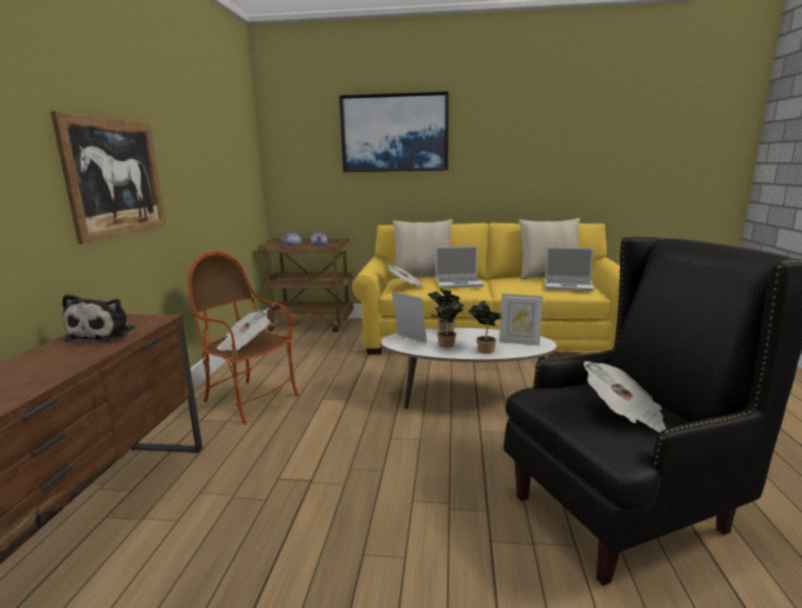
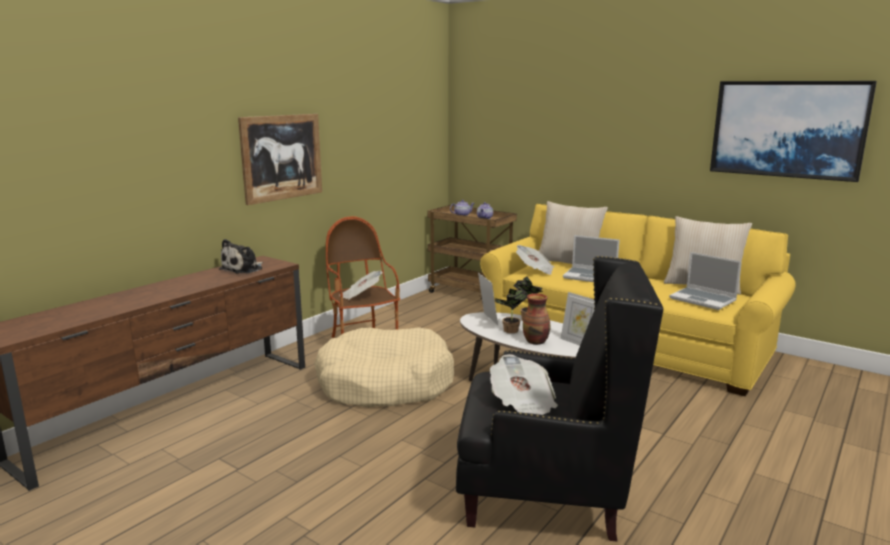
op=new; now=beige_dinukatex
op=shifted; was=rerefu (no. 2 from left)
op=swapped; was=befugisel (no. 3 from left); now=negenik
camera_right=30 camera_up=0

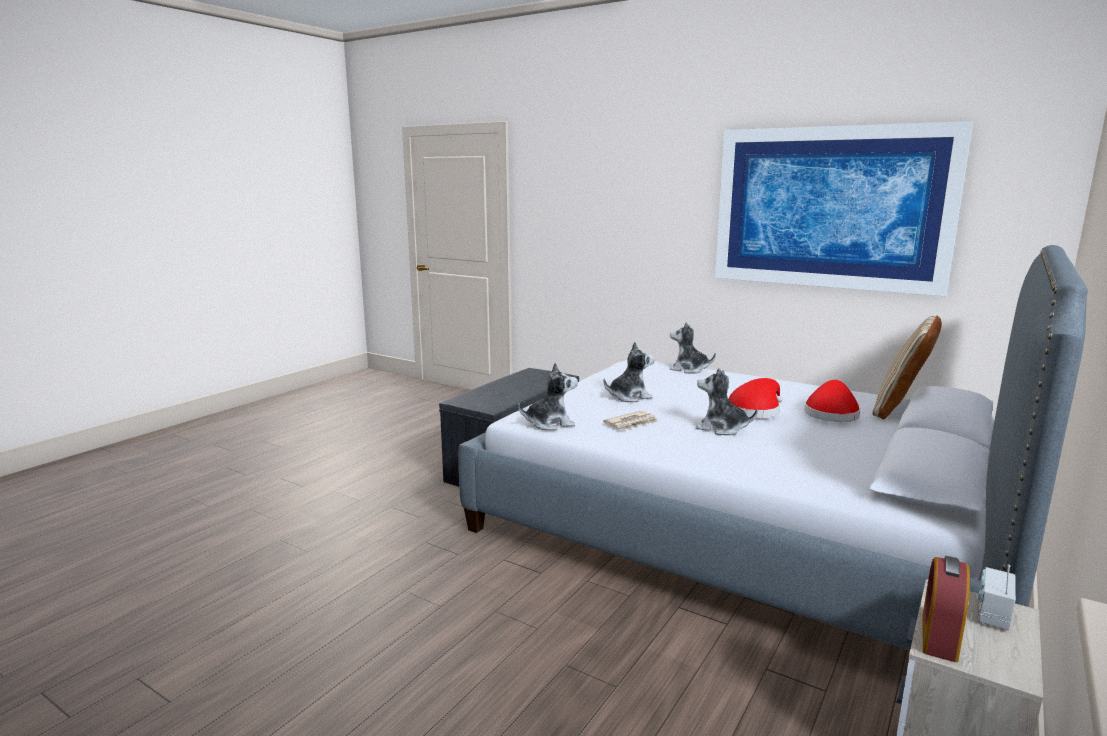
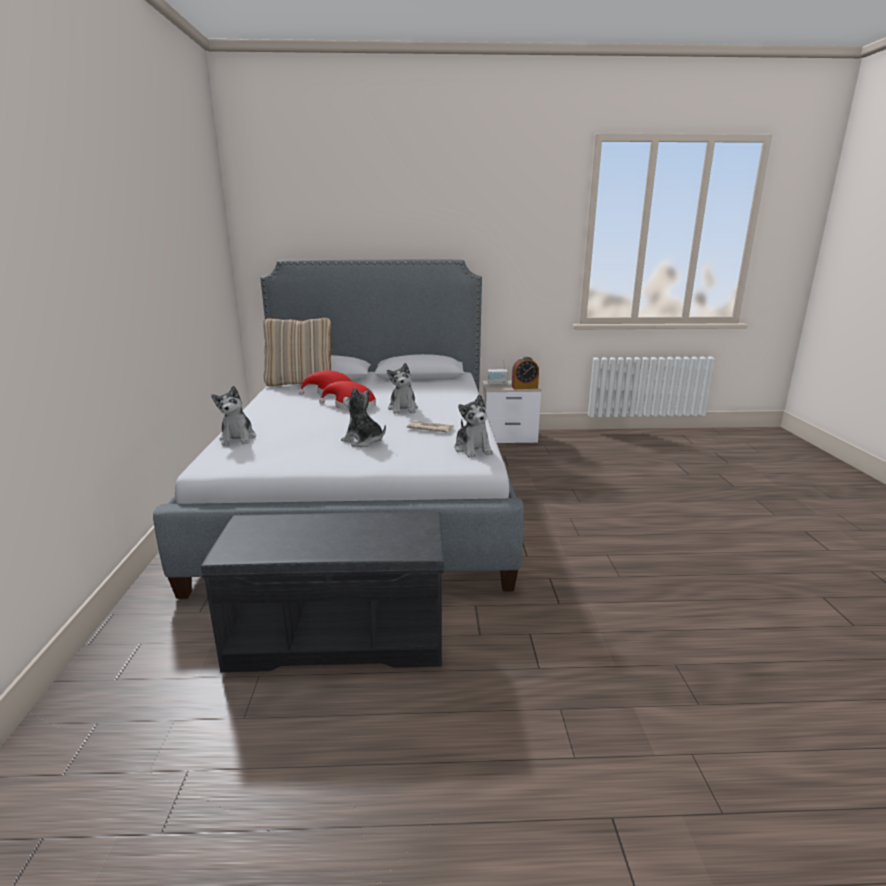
op=gone; was=rerefu
op=rotated; was=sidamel (no. 1 from left in the first image); clockwise=-150
camera_right=-125 camera_up=5

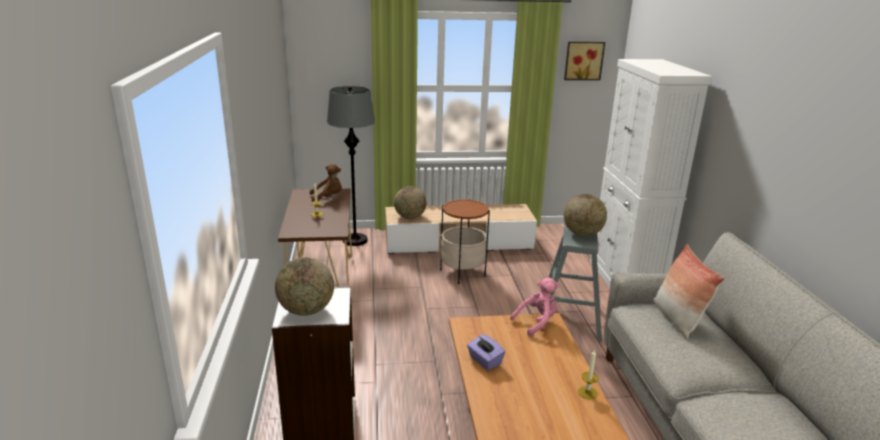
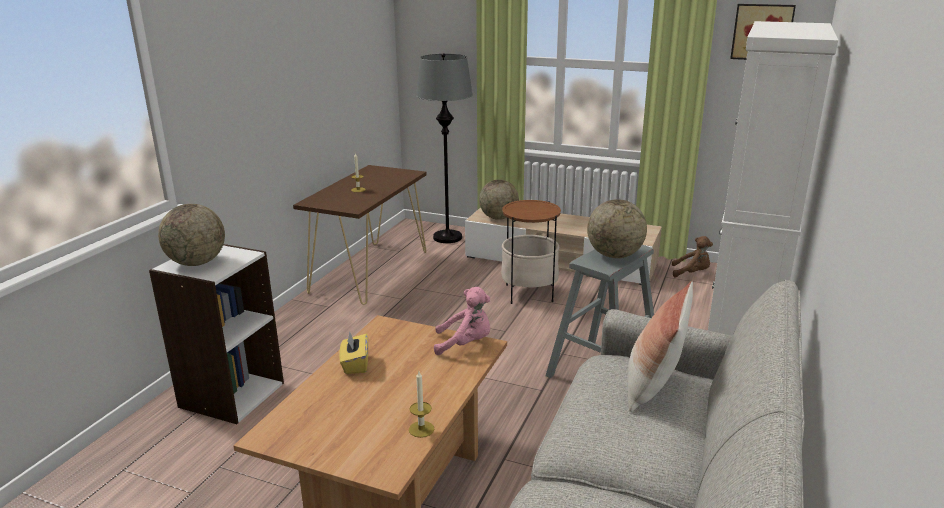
op=shifted; was=brown_sidamel
op=repainted; was=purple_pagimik; now=yellow_pagimik
camera_right=30 camera_up=0

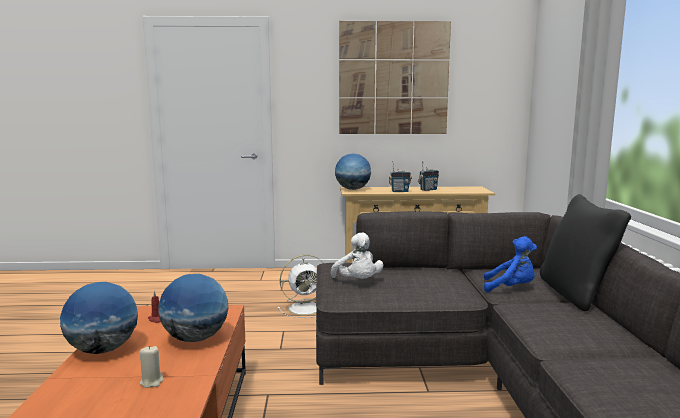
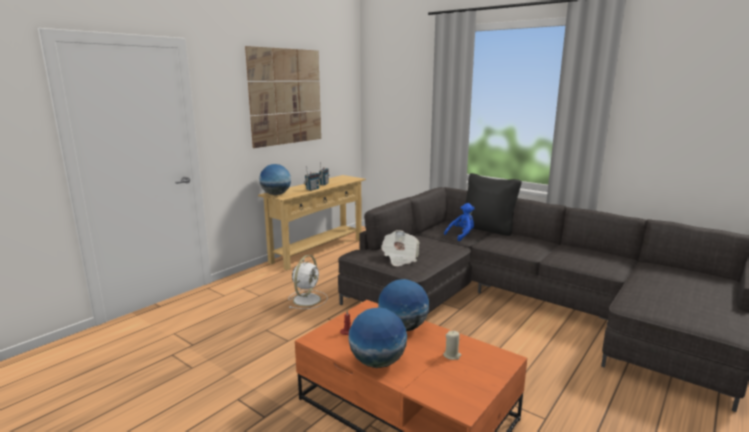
op=swapped; was=white_sidamel; now=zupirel
camera_right=-50 camera_up=5

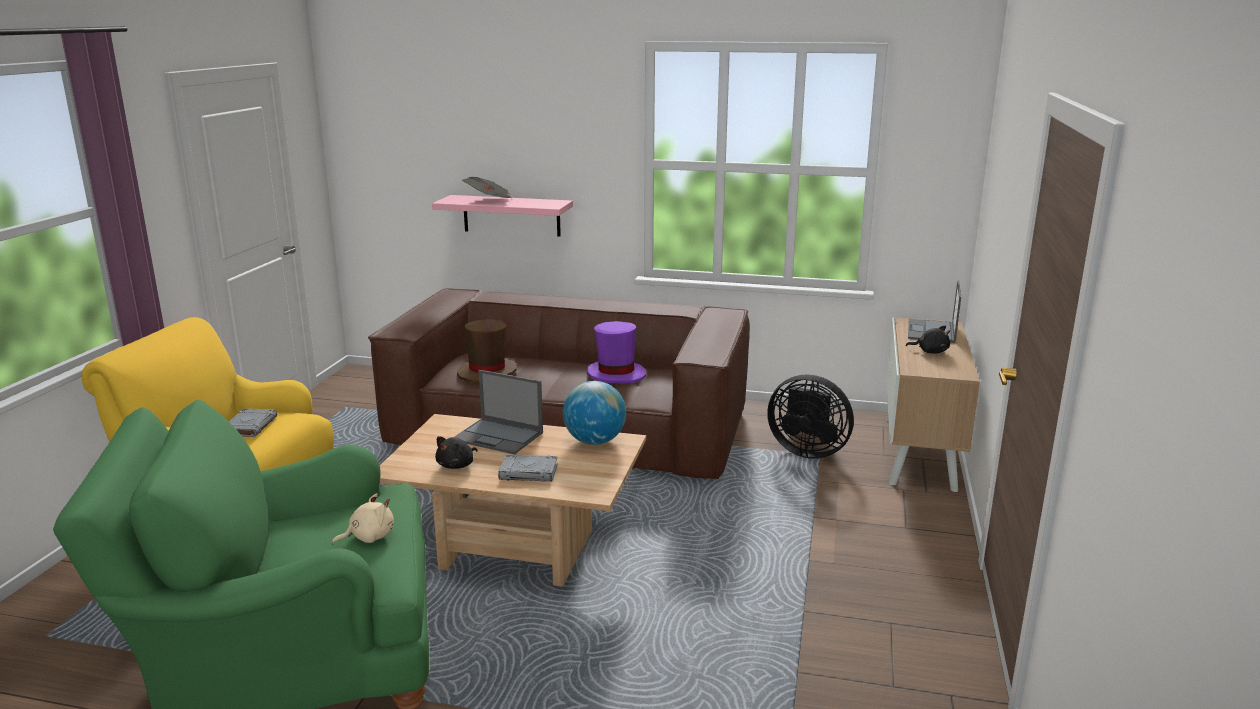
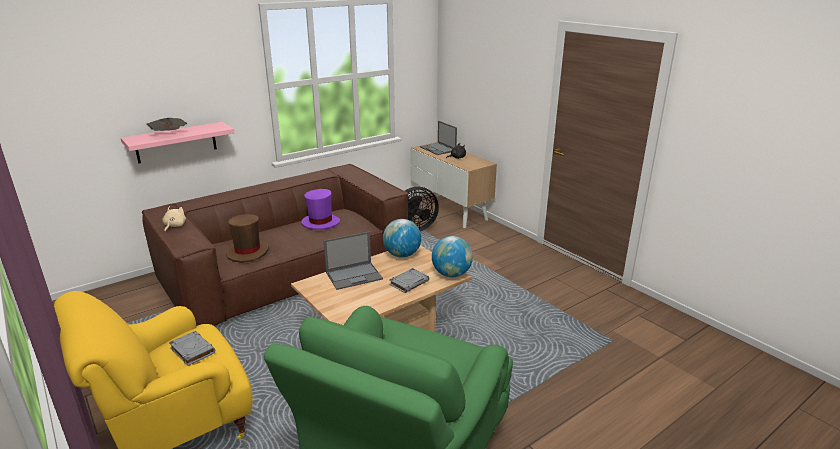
op=gone; was=black_sidamel (no. 1 from left)
op=new; now=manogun (no. 2 from left)
op=shifted; was=beige_sidamel
camera_right=-50 camera_up=5

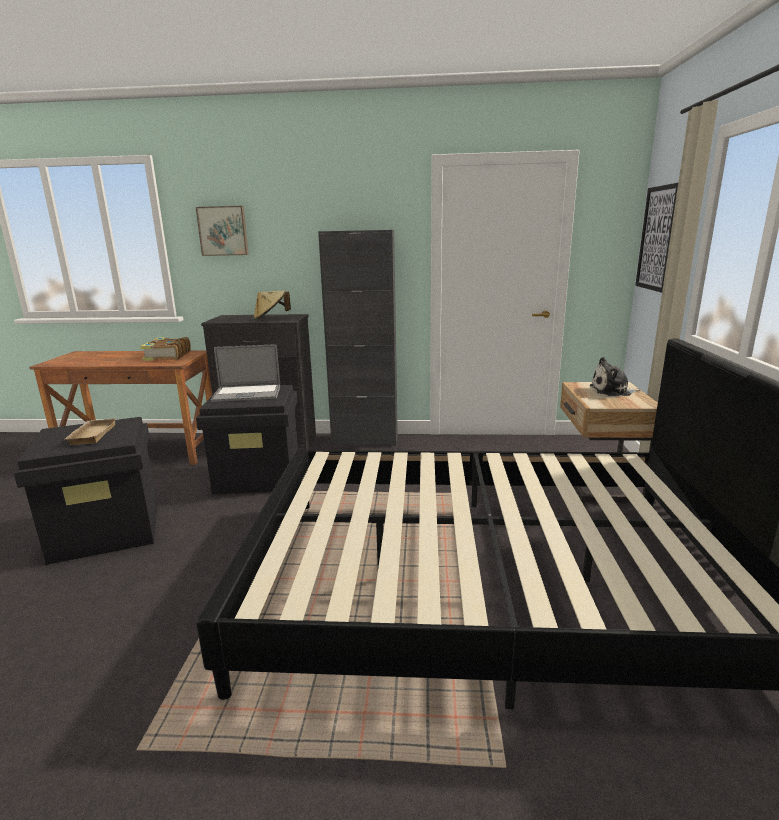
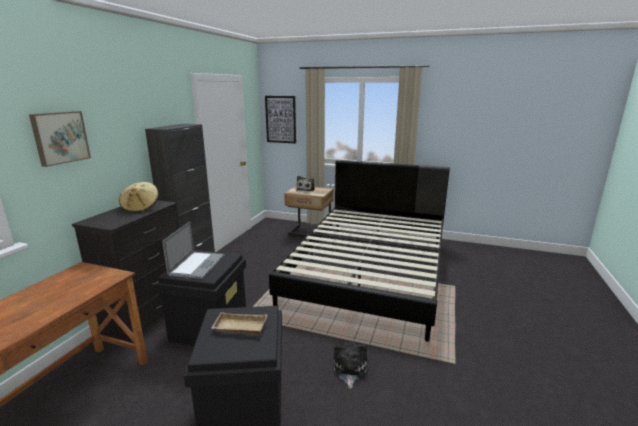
op=gone; was=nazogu
op=new; now=sidamel (no. 2 from left)
camera_right=-75 camera_up=0

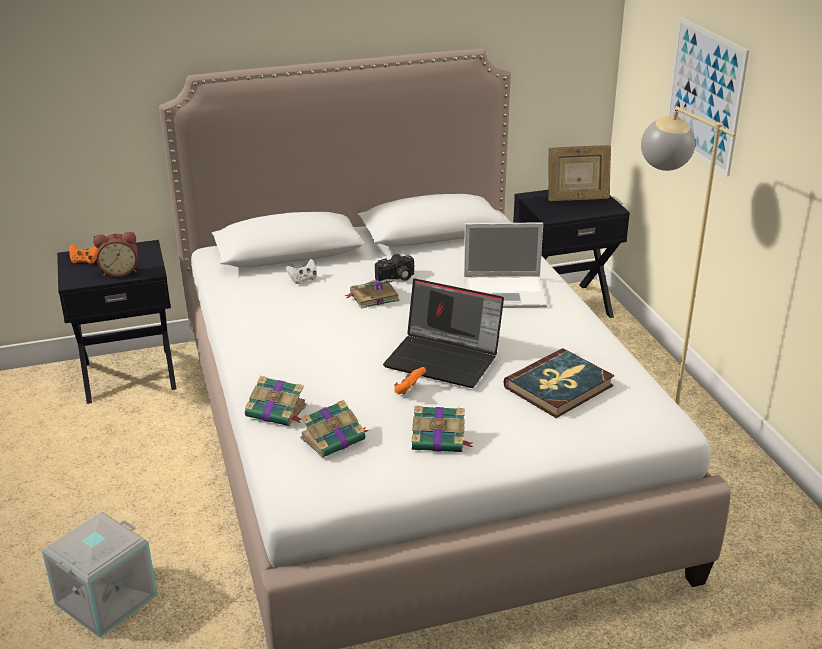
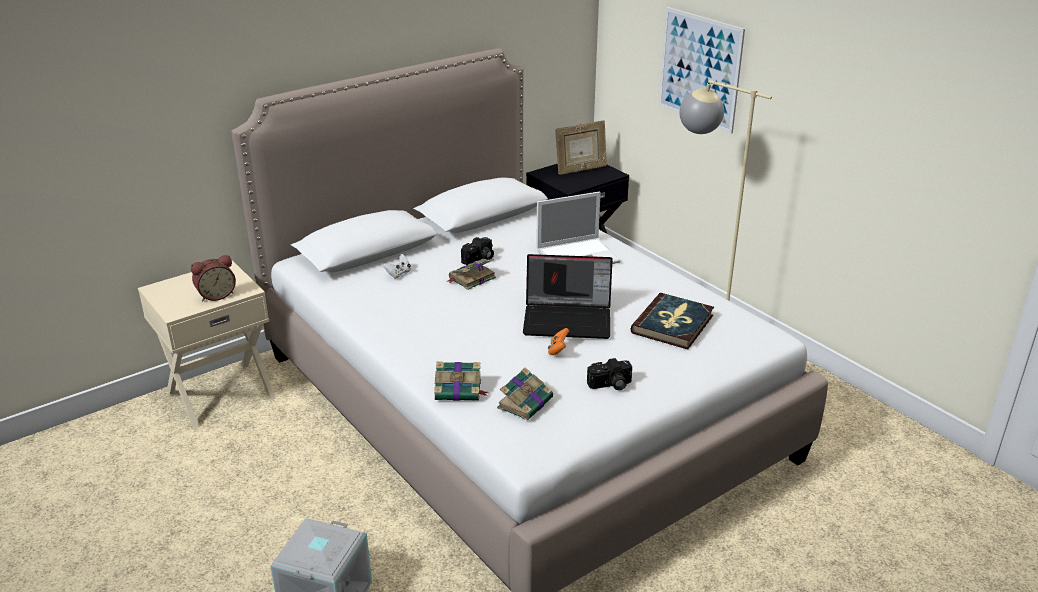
op=gone; was=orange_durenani (no. 1 from left)
op=swapped; was=nazogu (no. 4 from left); now=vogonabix (no. 2 from left)
op=repainted; was=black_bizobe (no. 1 from left); now=beige_bizobe
camera_right=-20 camera_up=0

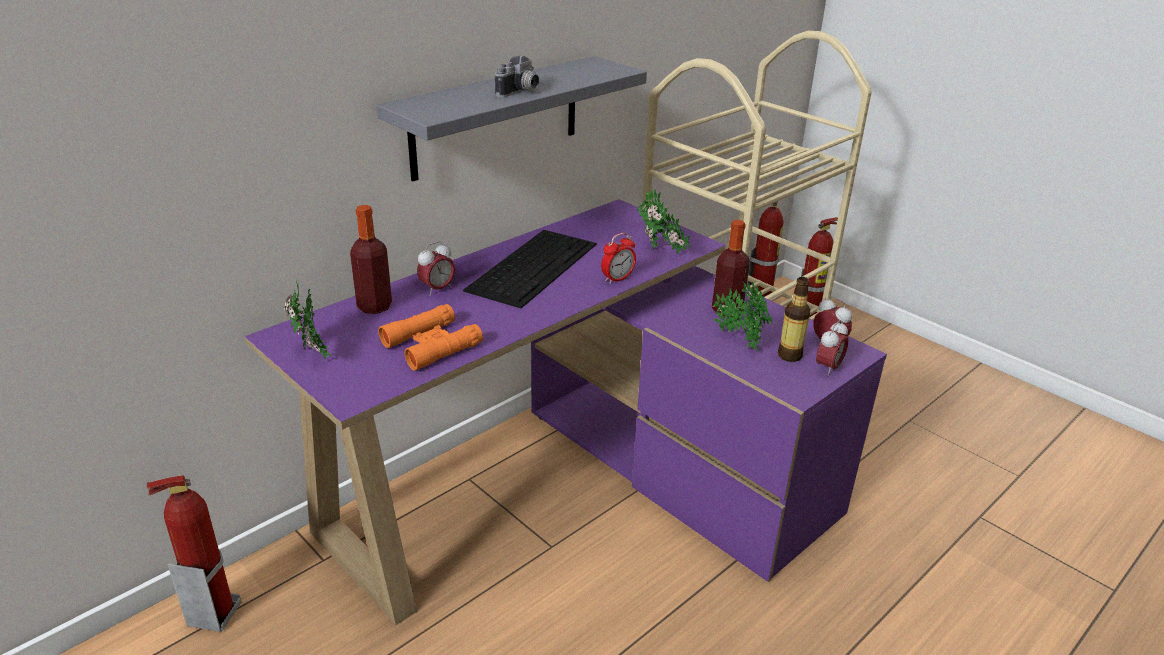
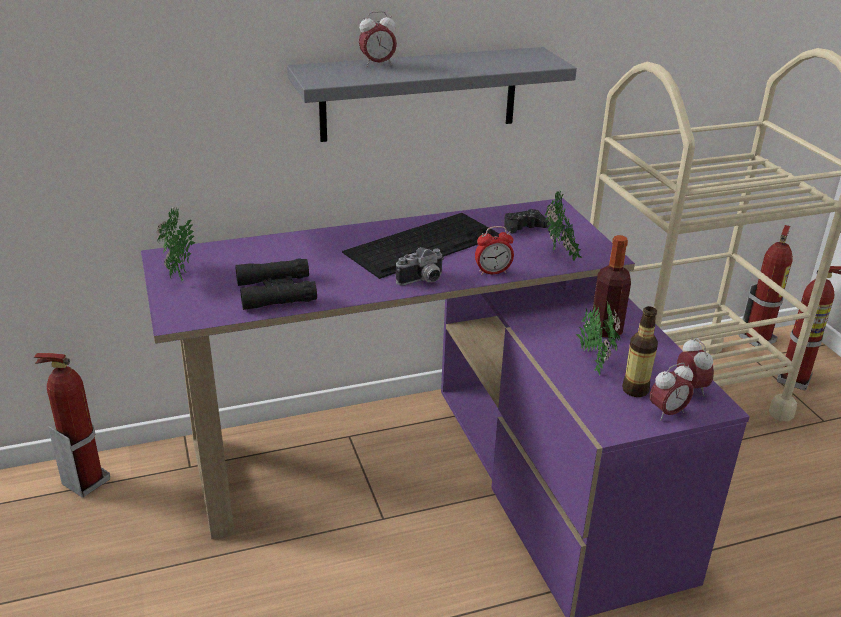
op=gone; was=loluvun (no. 1 from left)
op=new; now=black_durenani
op=shifted; was=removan (no. 1 from left)
op=shifted; was=vogonabix
op=repainted; was=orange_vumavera; now=black_vumavera
camera_right=25 camera_up=0

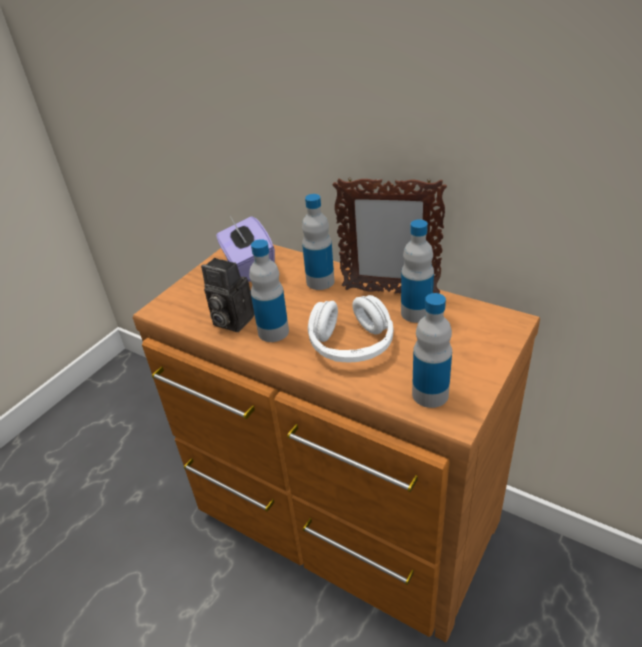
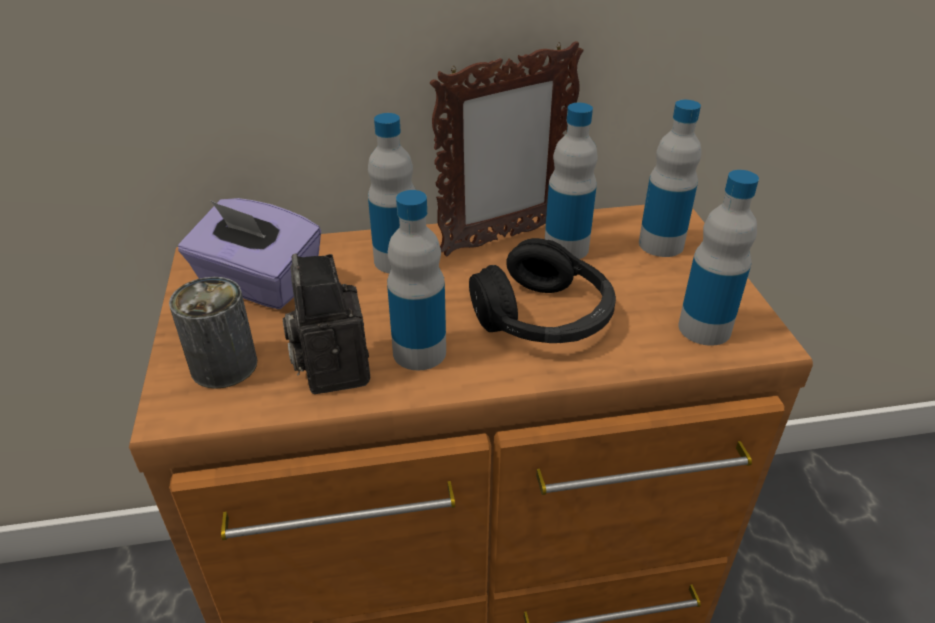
op=new; now=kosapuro
op=new; now=loluvun (no. 4 from left)
op=repainted; was=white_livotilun; now=black_livotilun
op=rotated; was=vogonabix; clockwise=90
camera_right=-45 camera_up=0

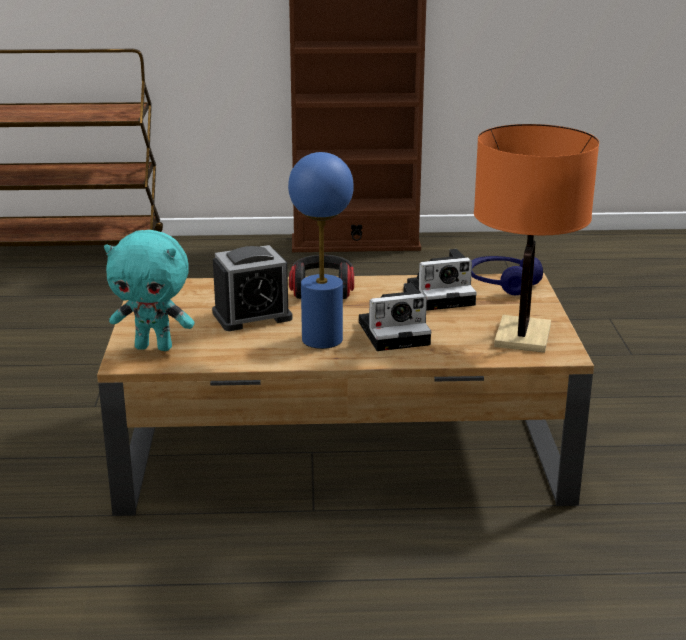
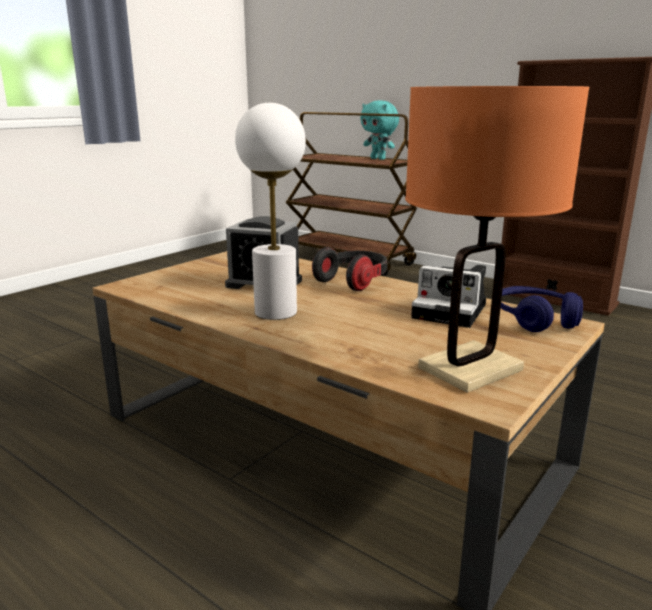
op=gone; was=vogonabix (no. 1 from left)
op=shifted; was=turquoise_sidamel
op=repainted; was=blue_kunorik; now=white_kunorik
camera_right=40 camera_up=-5

